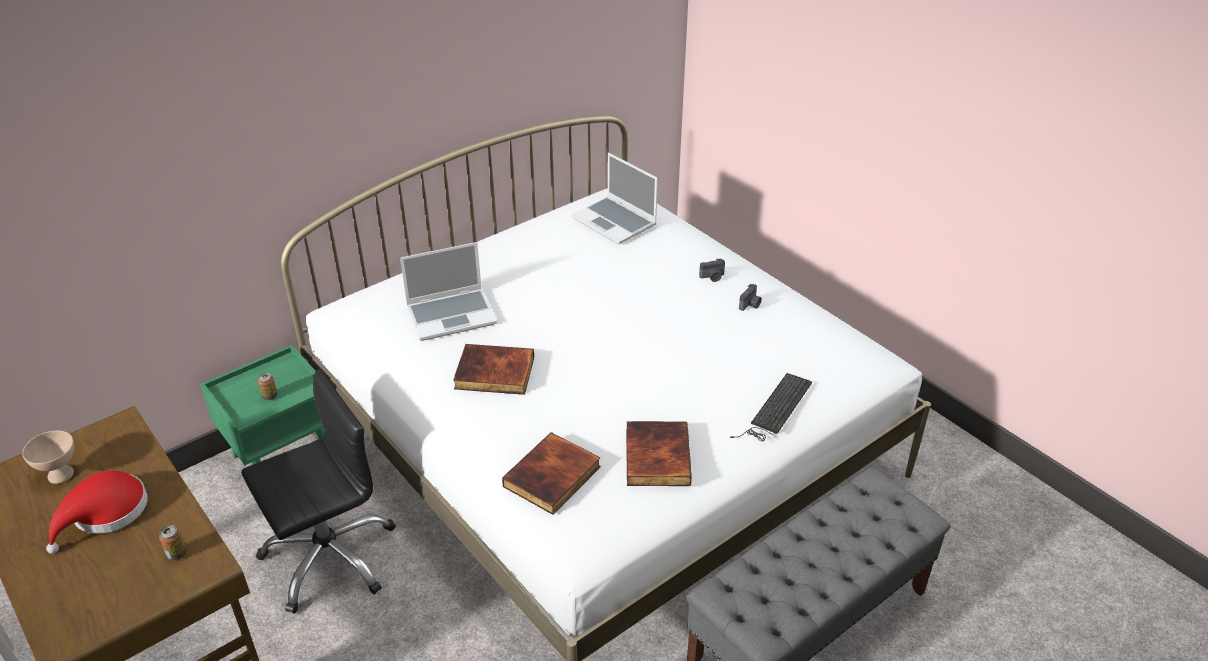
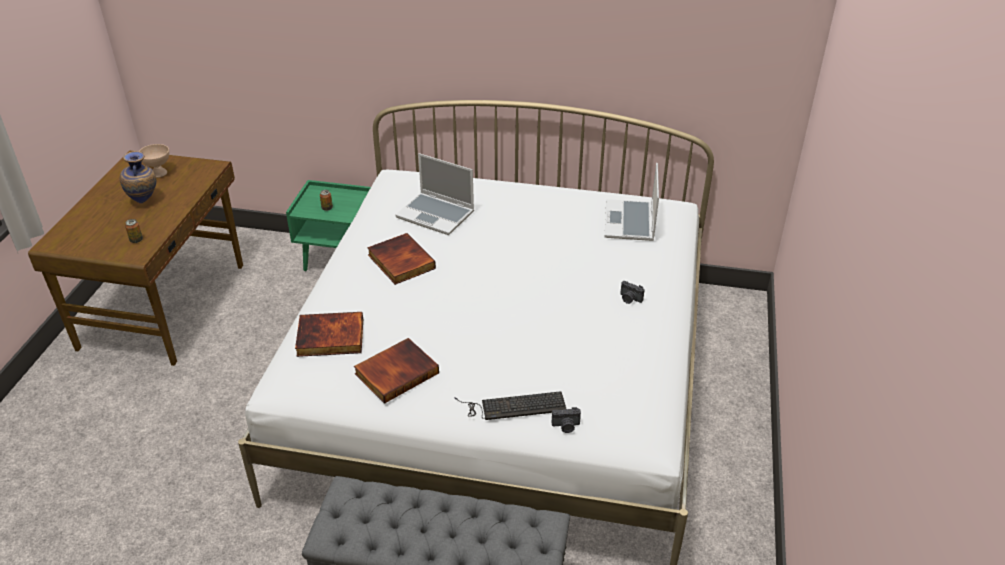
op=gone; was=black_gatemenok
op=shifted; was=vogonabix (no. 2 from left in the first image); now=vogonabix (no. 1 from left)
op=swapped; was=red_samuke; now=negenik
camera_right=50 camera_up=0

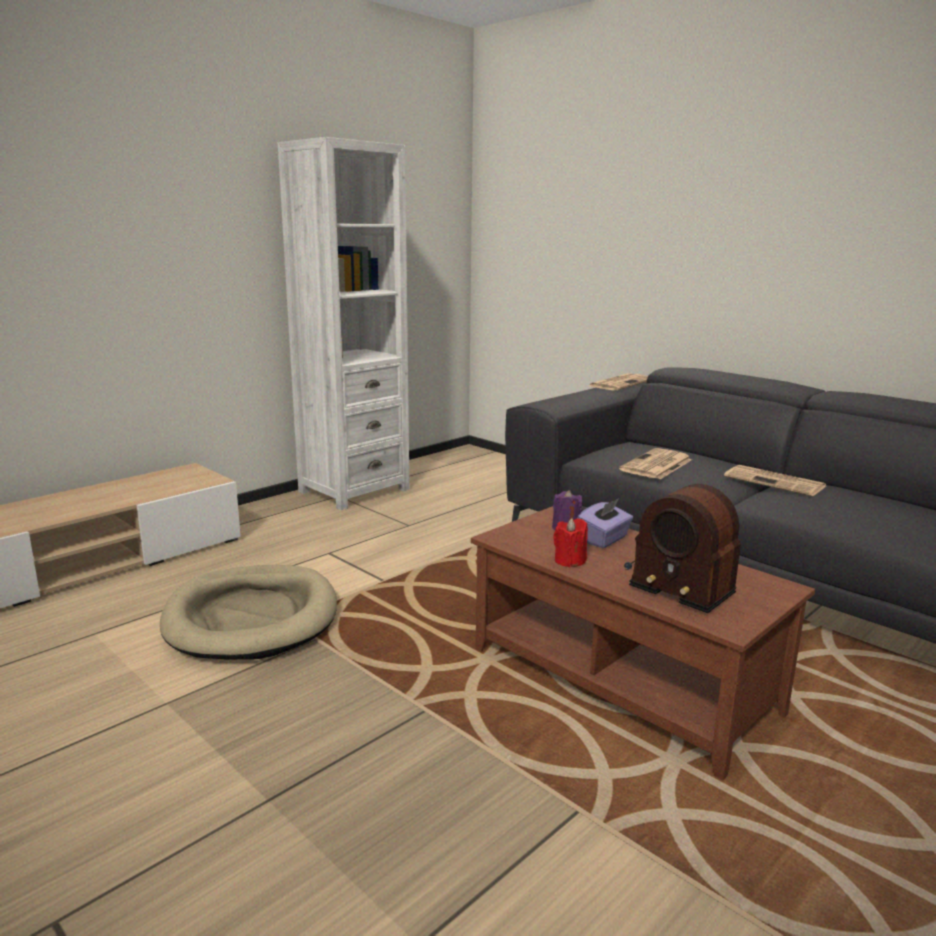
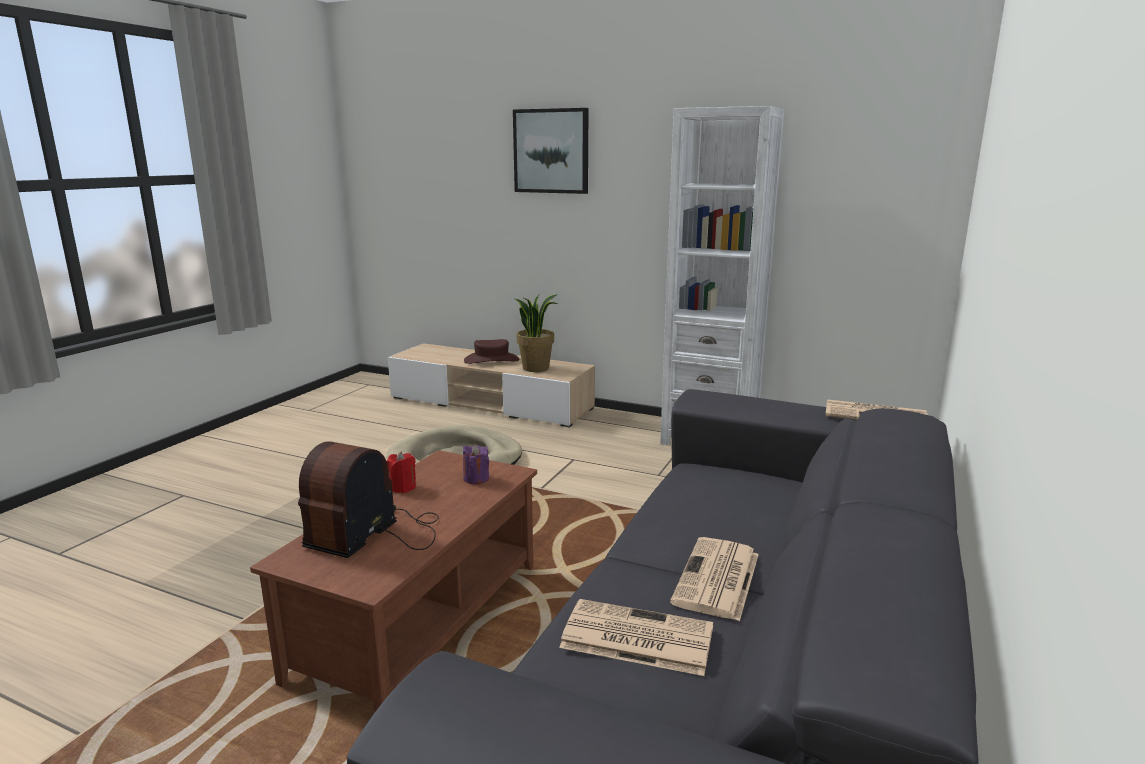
op=gone; was=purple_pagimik
op=new; now=brown_samuke
op=new; now=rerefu
op=new; now=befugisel
op=shifted; was=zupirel (no. 2 from left in the first image); now=zupirel (no. 1 from left)
camera_right=70 camera_up=0

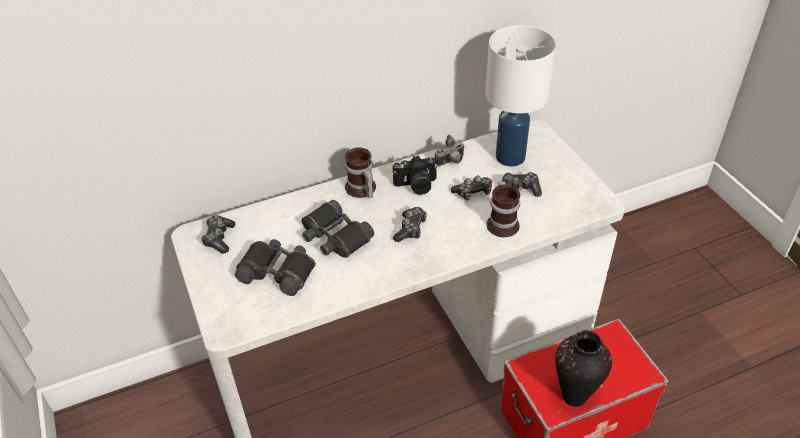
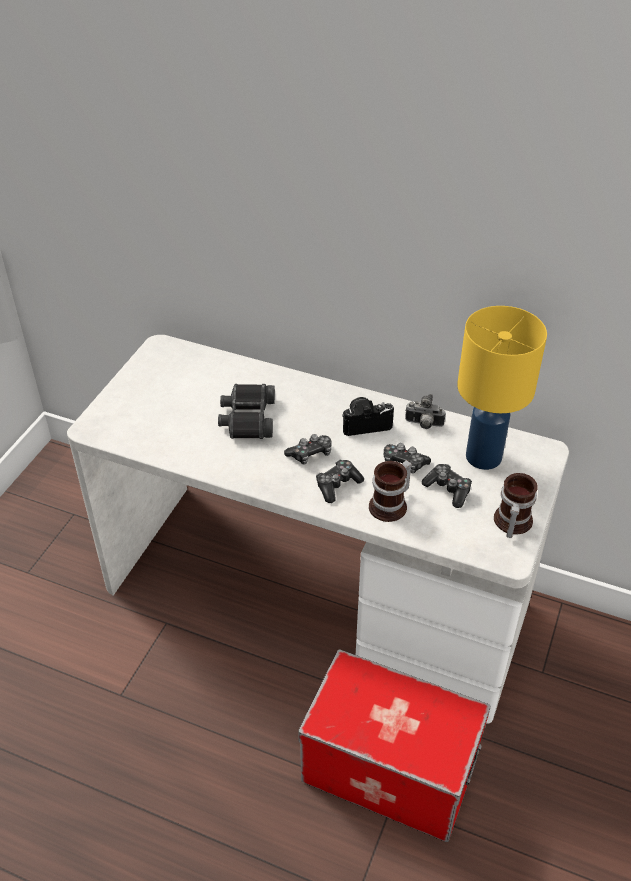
op=gone; was=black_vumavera (no. 1 from left)
op=gone; was=negenik
op=shifted; was=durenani (no. 1 from left in the first image); now=durenani (no. 2 from left)
op=shifted; was=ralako (no. 1 from left in the first image); now=ralako (no. 2 from left)
op=repainted; was=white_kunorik; now=yellow_kunorik
op=rotated; was=vogonabix (no. 1 from left); clockwise=135
camera_right=45 camera_up=0

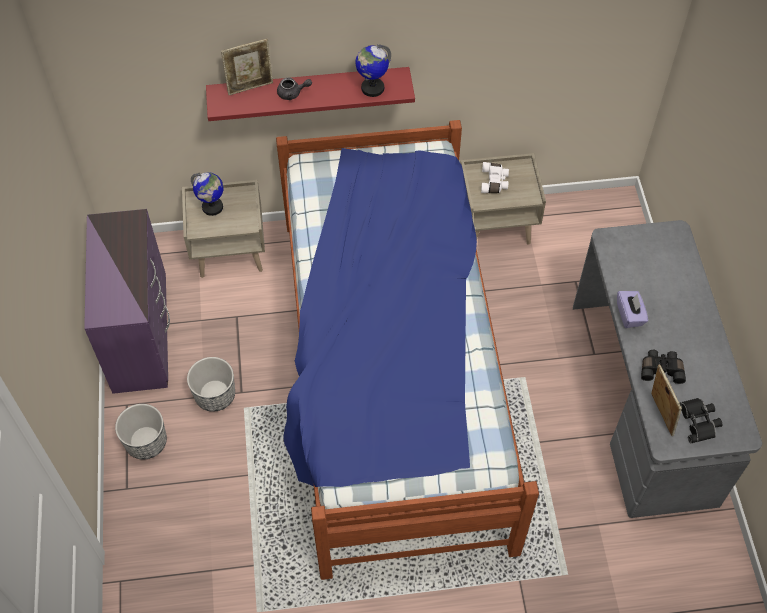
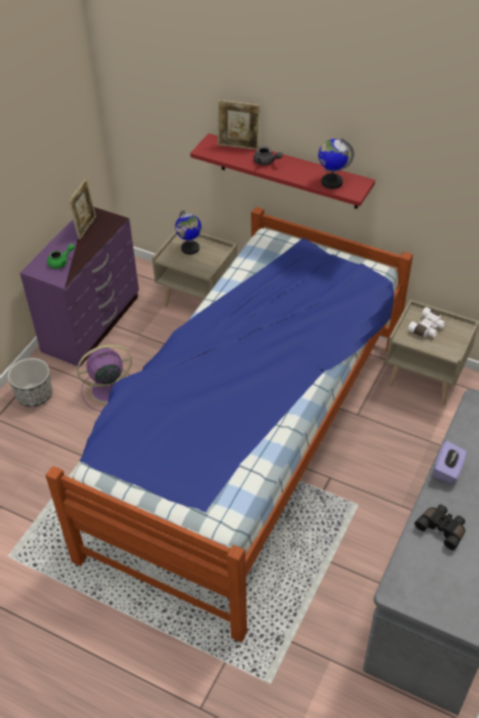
op=gone; was=black_vumavera (no. 2 from left)
op=new; now=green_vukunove
op=shifted; was=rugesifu (no. 2 from left in the first image); now=rugesifu (no. 1 from left)
op=swapped; was=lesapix (no. 2 from left); now=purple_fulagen
camera_right=35 camera_up=-10

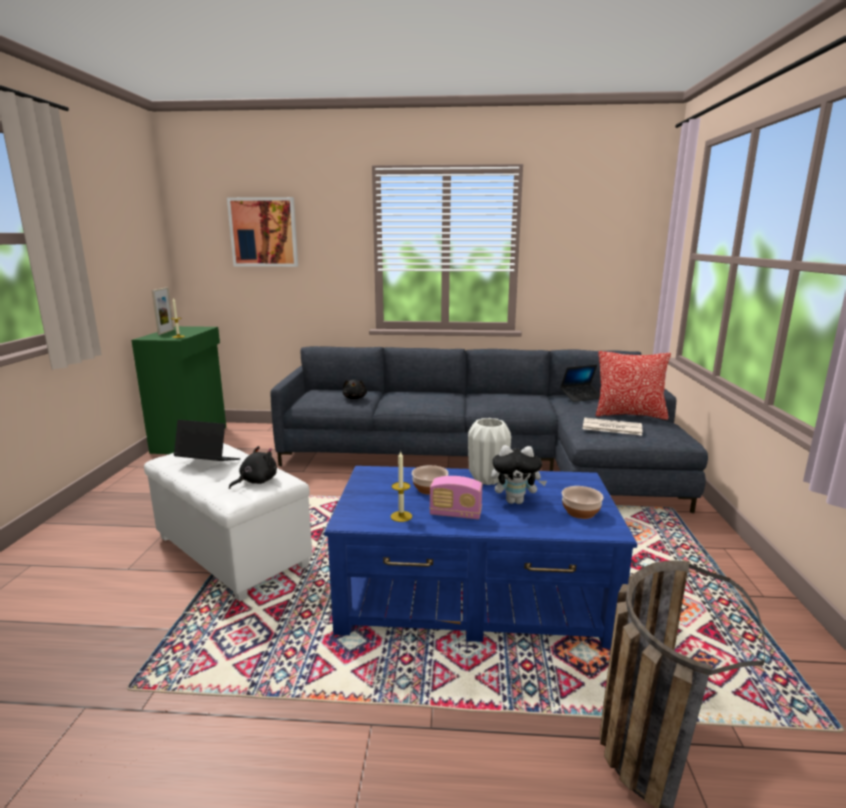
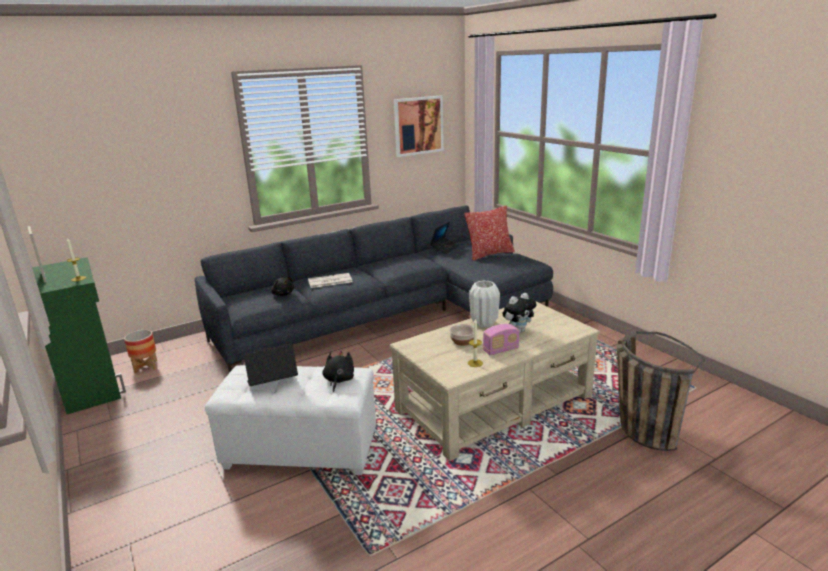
op=gone; was=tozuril (no. 2 from left)
op=new; now=lesapix
op=shifted; was=rerefu
op=shifted; was=zupirel
op=repainted; was=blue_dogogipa; now=beige_dogogipa
camera_right=-35 camera_up=5

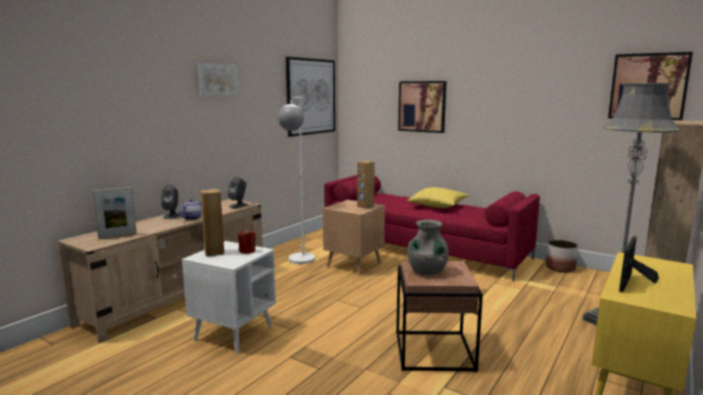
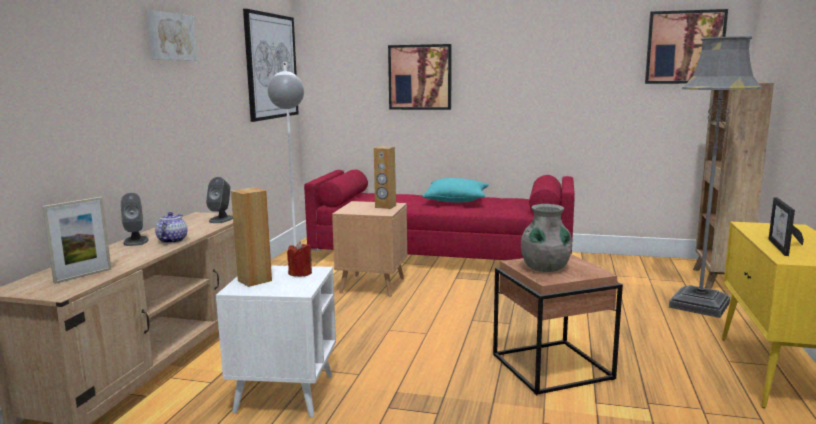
op=gone; was=lesapix
op=repainted; was=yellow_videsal; now=turquoise_videsal
camera_right=-20 camera_up=0

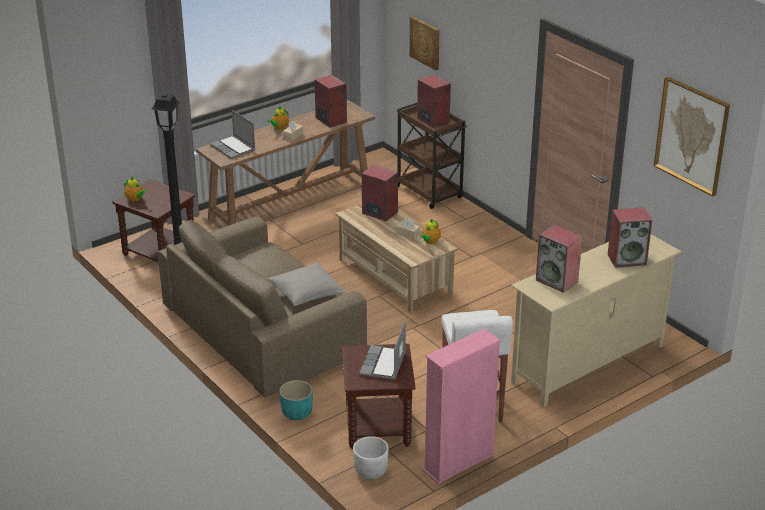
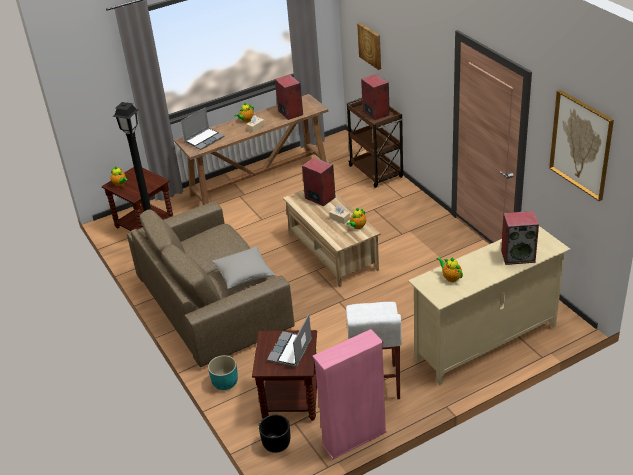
op=swapped; was=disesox (no. 4 from left); now=vukunove (no. 4 from left)
op=repainted; was=white_lesapix; now=black_lesapix
op=rotated; was=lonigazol (no. 1 from left); clockwise=-105
camera_right=10 camera_up=5

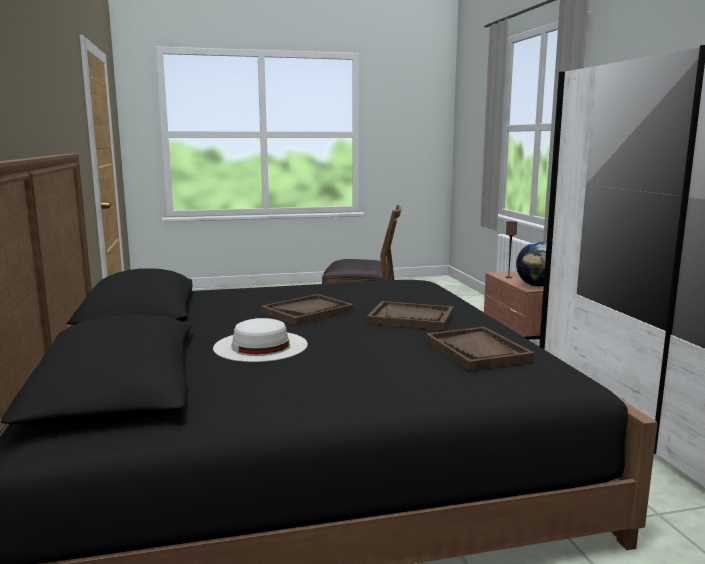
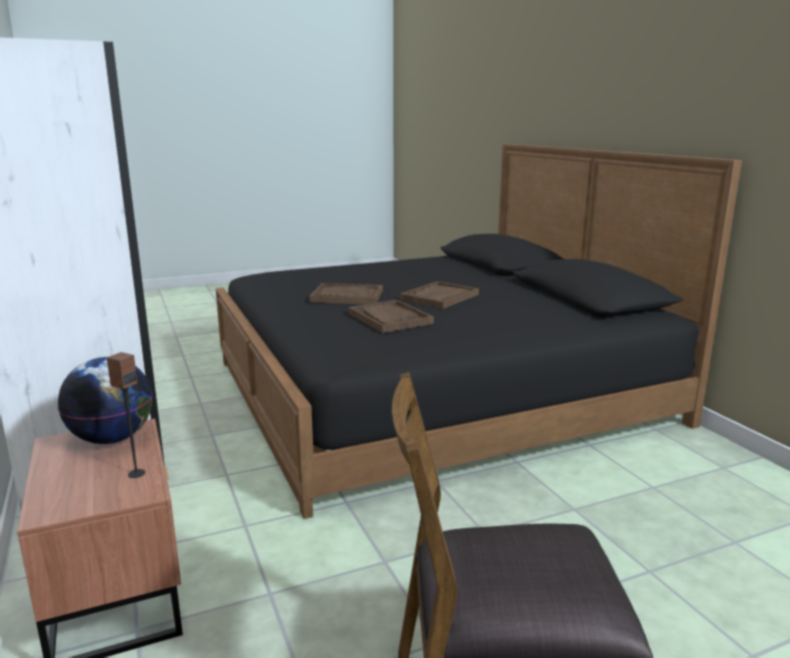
op=gone; was=white_samuke
op=shifted; was=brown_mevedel (no. 3 from left in the first image); now=brown_mevedel (no. 2 from left)
camera_right=170 camera_up=5

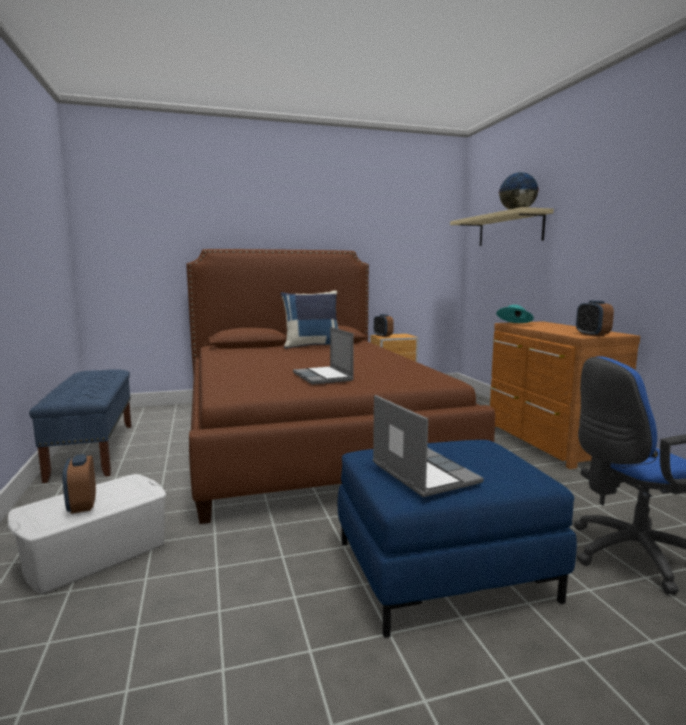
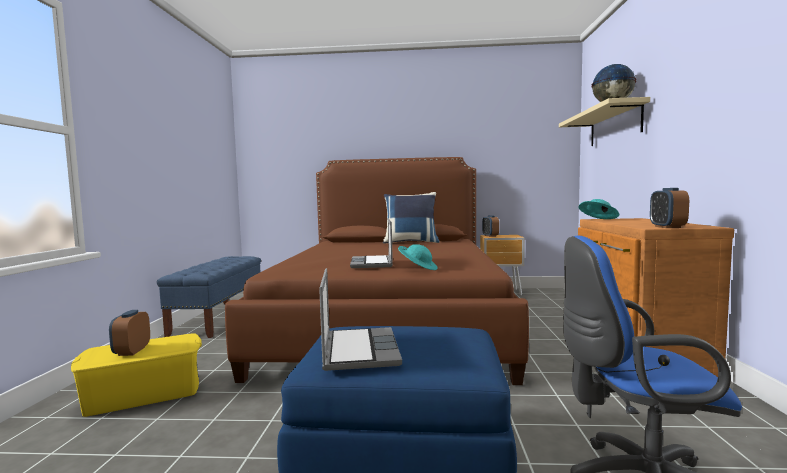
op=new; now=turquoise_samuke (no. 1 from left)
op=repainted; was=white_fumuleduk; now=yellow_fumuleduk
camera_right=20 camera_up=-5

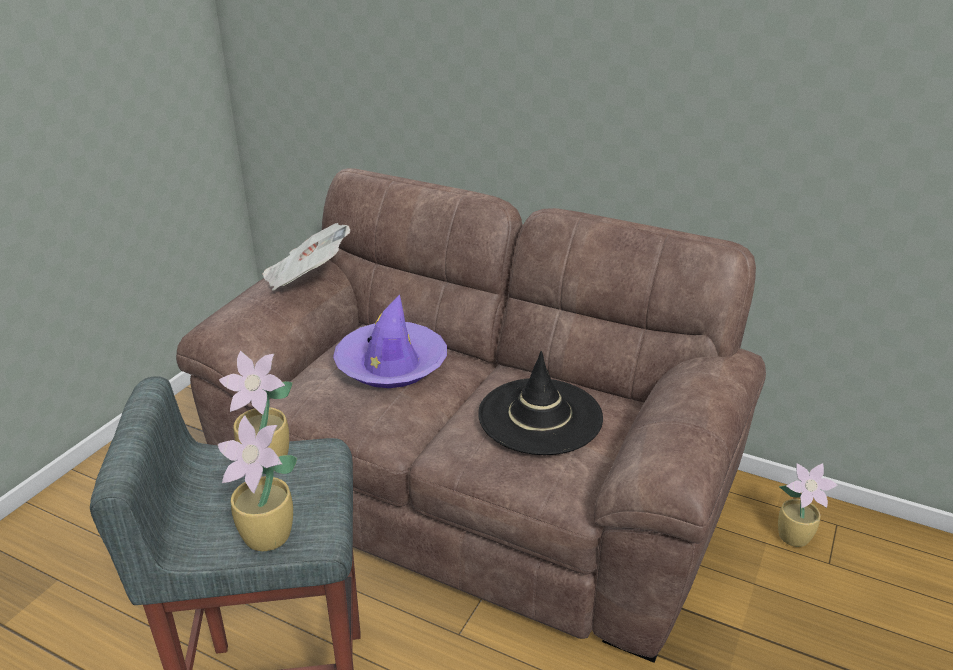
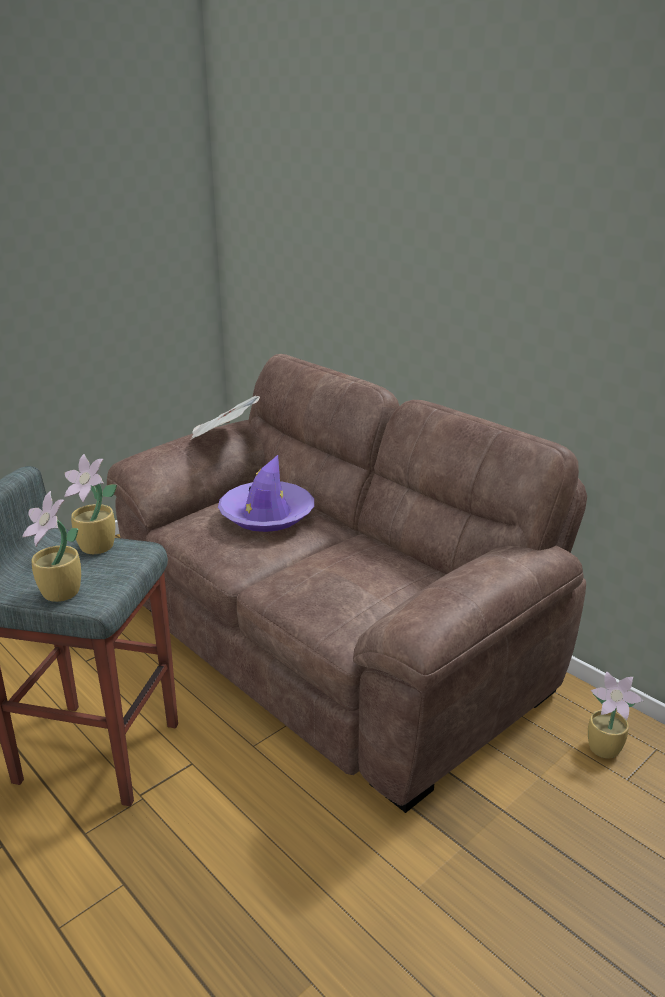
op=gone; was=black_samuke
camera_right=20 camera_up=-5

